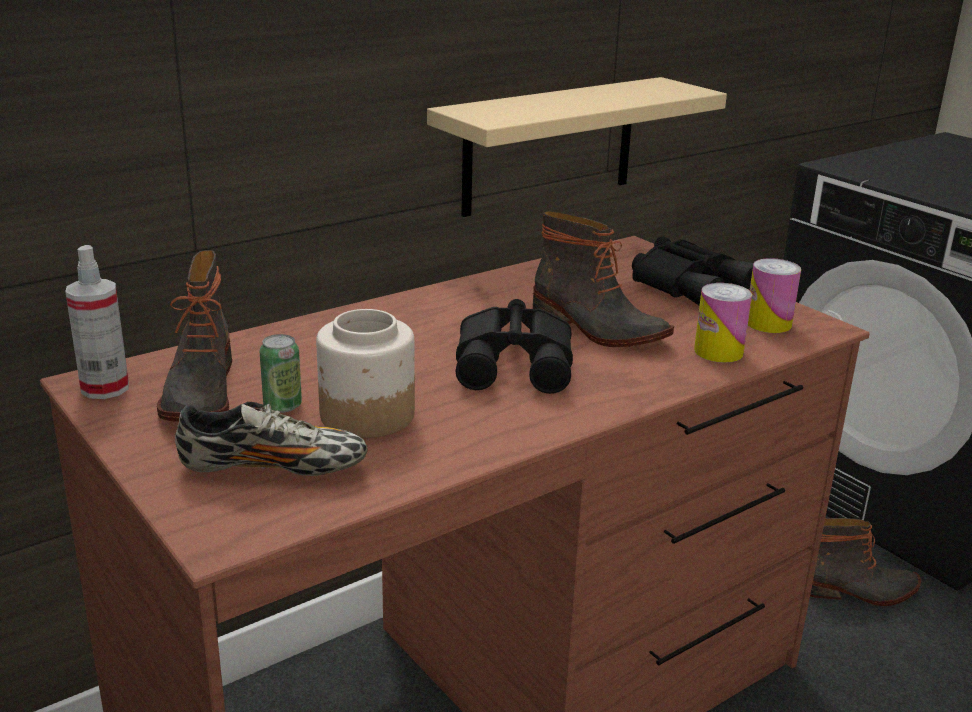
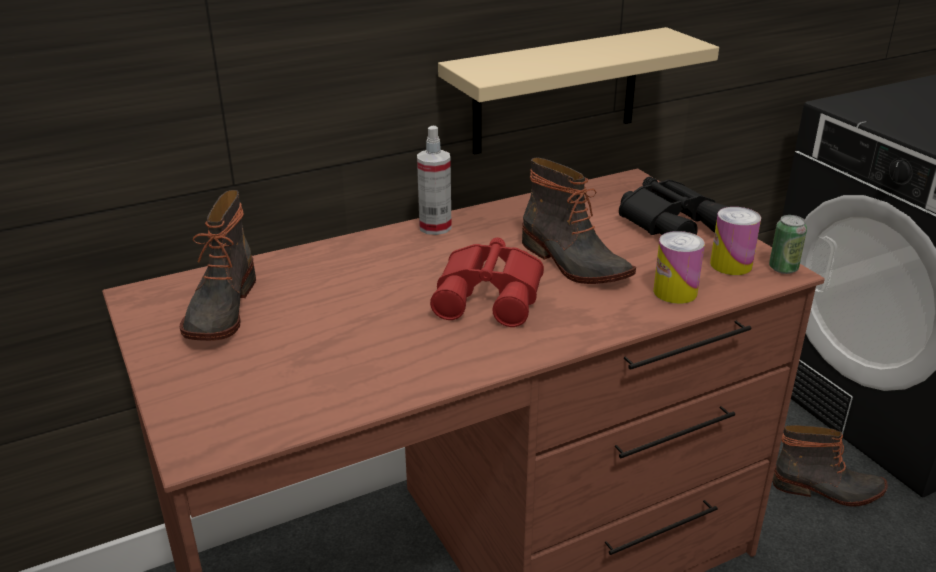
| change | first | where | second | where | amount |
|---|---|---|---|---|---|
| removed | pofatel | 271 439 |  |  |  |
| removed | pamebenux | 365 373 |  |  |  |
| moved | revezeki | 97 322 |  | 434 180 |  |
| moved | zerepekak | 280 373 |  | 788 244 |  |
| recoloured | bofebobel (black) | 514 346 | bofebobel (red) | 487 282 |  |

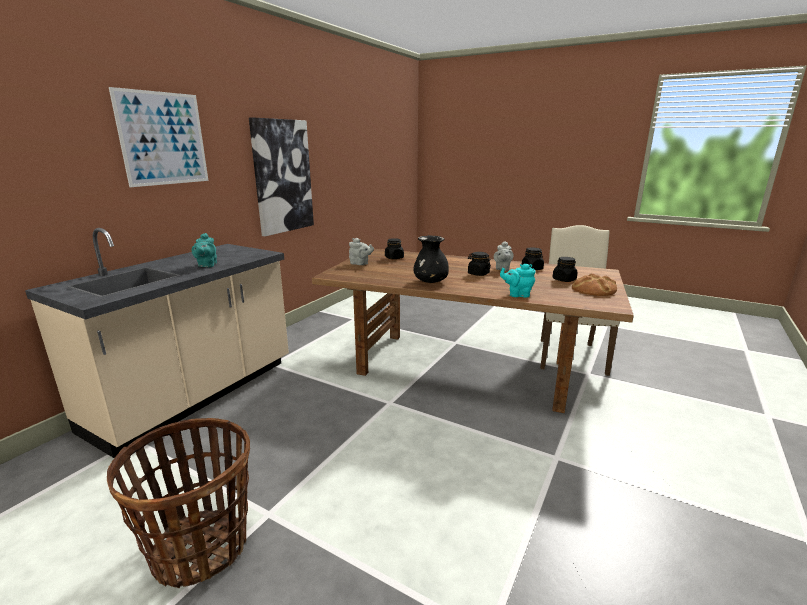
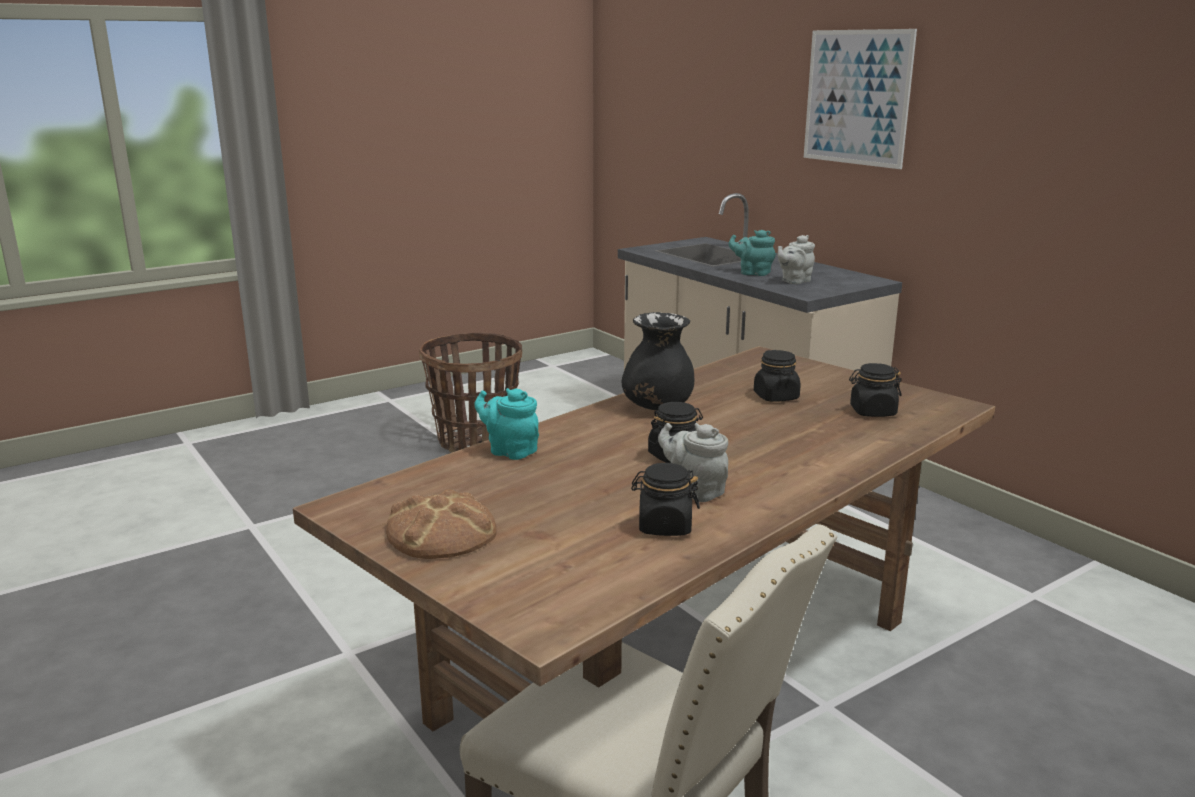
| change | first | where | second | where | amount |
|---|---|---|---|---|---|
| removed | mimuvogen | 281 176 |  |  |  |
| moved | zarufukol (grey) | 361 251 |  | 796 259 |  |
| moved | pamebenux (black) | 565 269 |  | 777 376 |  |
| turned | zarufukol (turquoise) | 518 281 |  | 506 424 | 90 degrees counterclockwise |

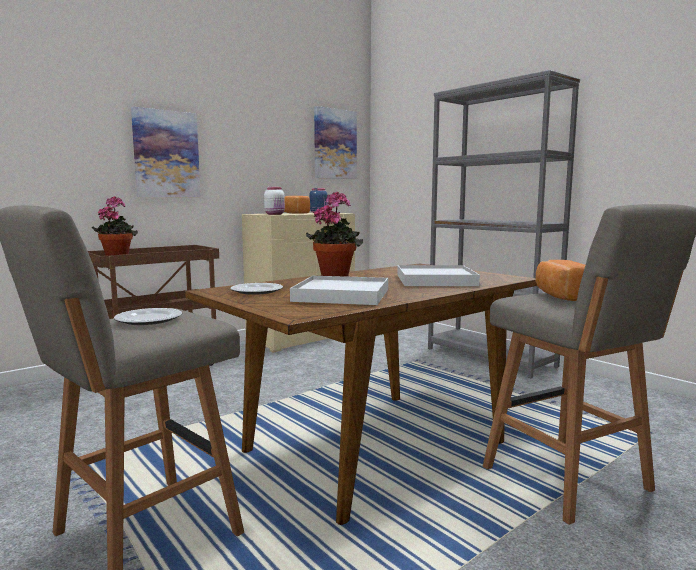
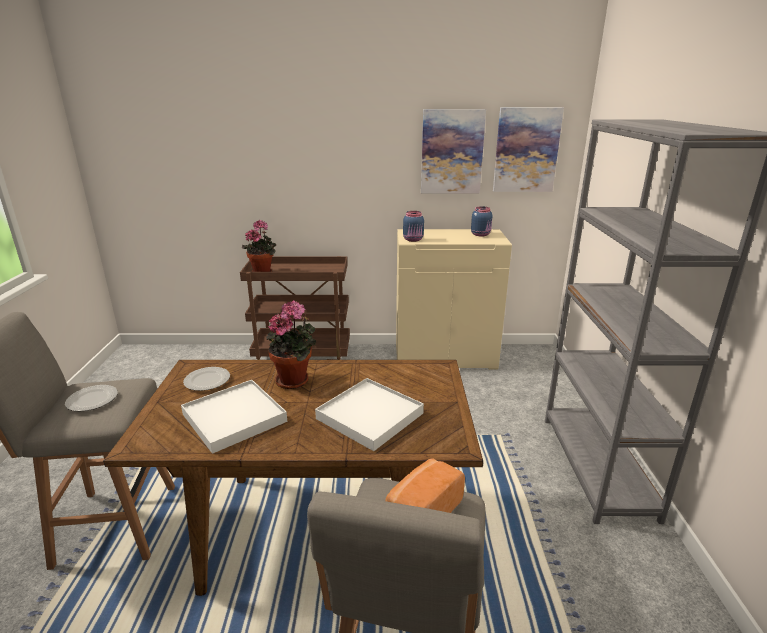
| change | first | where | second | where | amount |
|---|---|---|---|---|---|
| removed | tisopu | 297 205 |  |  |  |
| moved | mimuvogen | 166 152 |  | 453 151 |  |
| recoloured | pamebenux (white) | 274 201 | pamebenux (blue) | 413 226 |  |

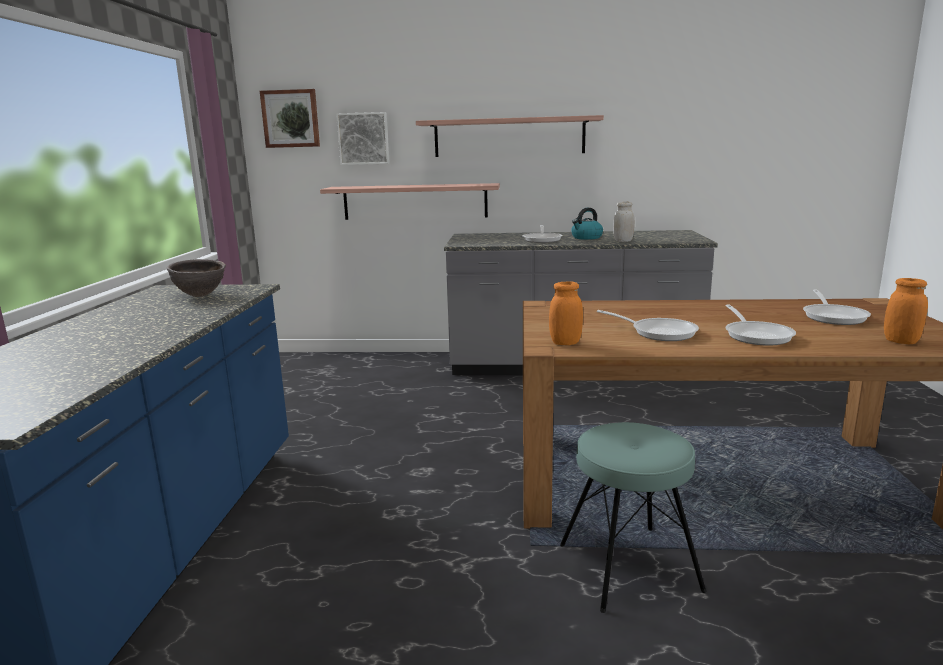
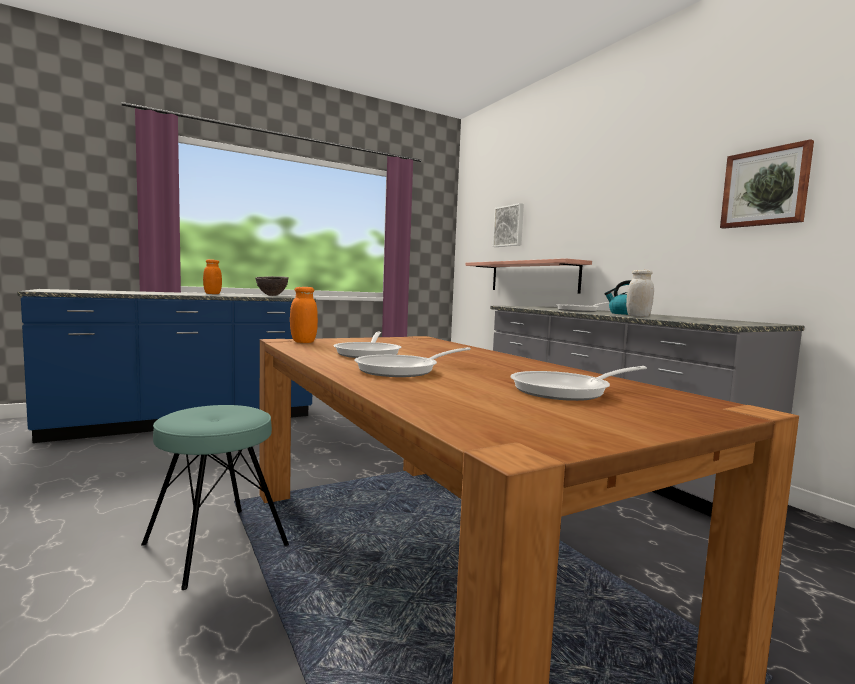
| change | first | where | second | where | amount |
|---|---|---|---|---|---|
| removed | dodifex | 510 136 |  |  |  |
| moved | mimuvogen | 290 118 |  | 767 184 |  |
| moved | pamebenux (orange) | 906 311 |  | 212 276 |  |

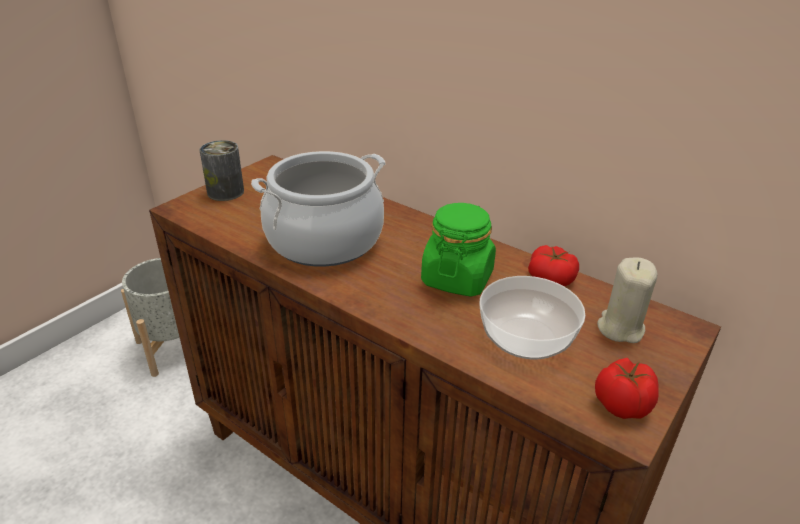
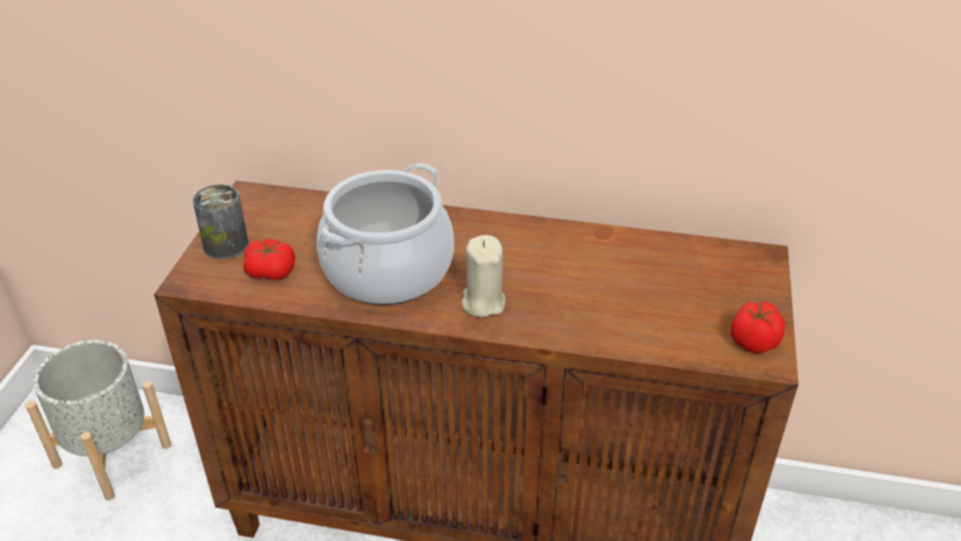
| change | first | where | second | where | amount |
|---|---|---|---|---|---|
| removed | pamebenux (green) | 458 250 |  |  |  |
| removed | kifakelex | 532 317 |  |  |  |
| moved | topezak | 553 265 |  | 269 259 |  |
| moved | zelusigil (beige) | 627 300 |  | 483 276 |  |

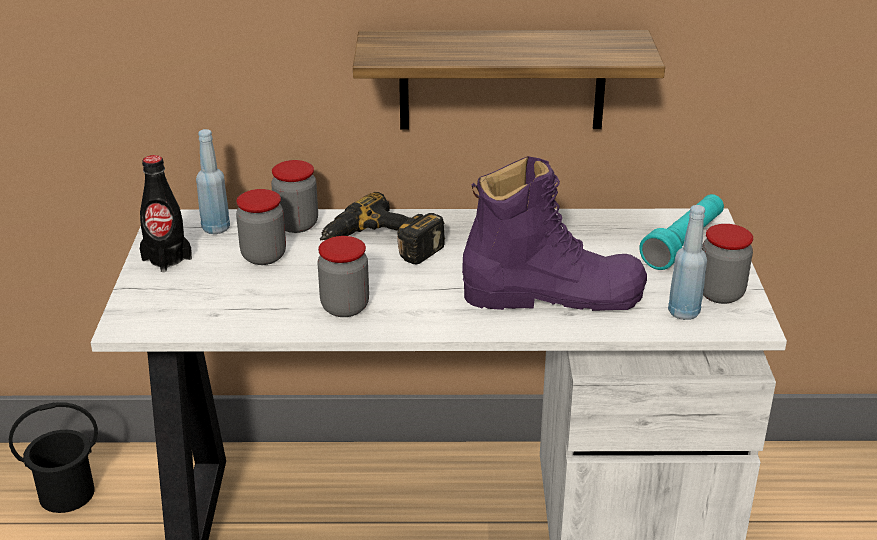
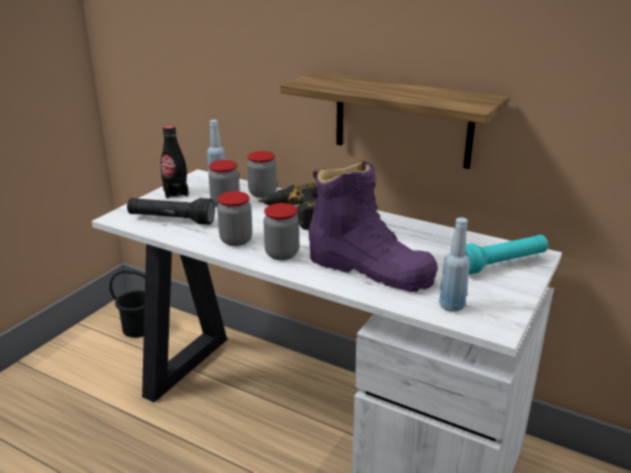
| change | first | where | second | where | amount |
|---|---|---|---|---|---|
| added |  |  | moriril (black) | 171 211 |  |
| moved | pamebenux | 727 264 |  | 281 231 |  |

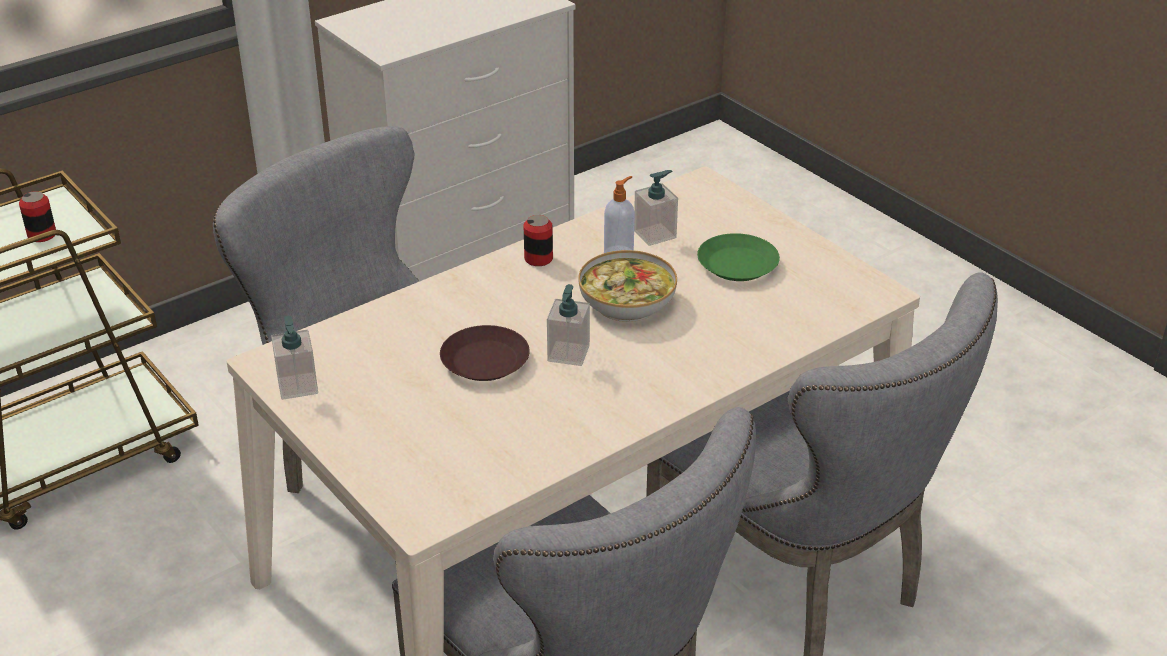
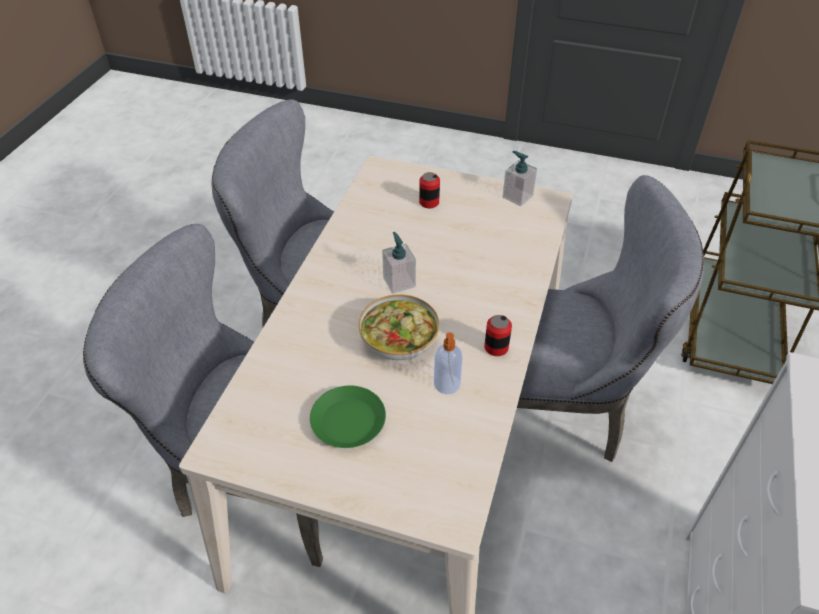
| change | first | where | second | where | amount |
|---|---|---|---|---|---|
| removed | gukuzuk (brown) | 485 353 |  |  |  |
| removed | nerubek | 656 208 |  |  |  |
| moved | zerepekak | 37 216 |  | 429 190 |  |

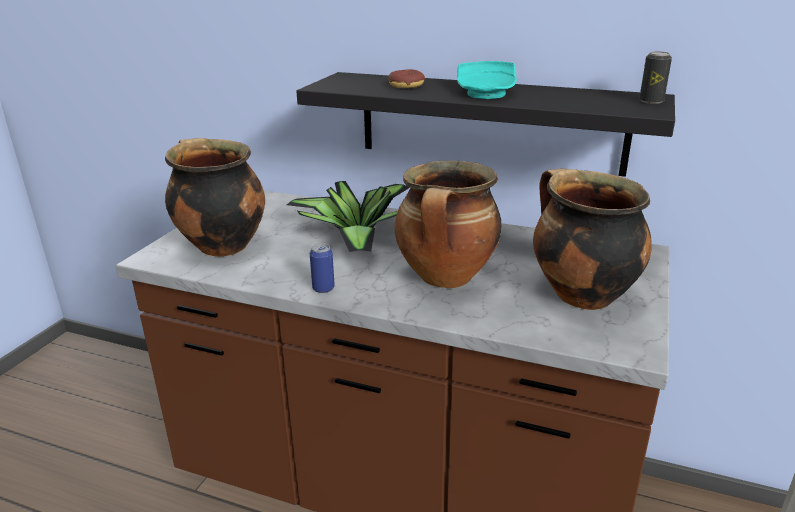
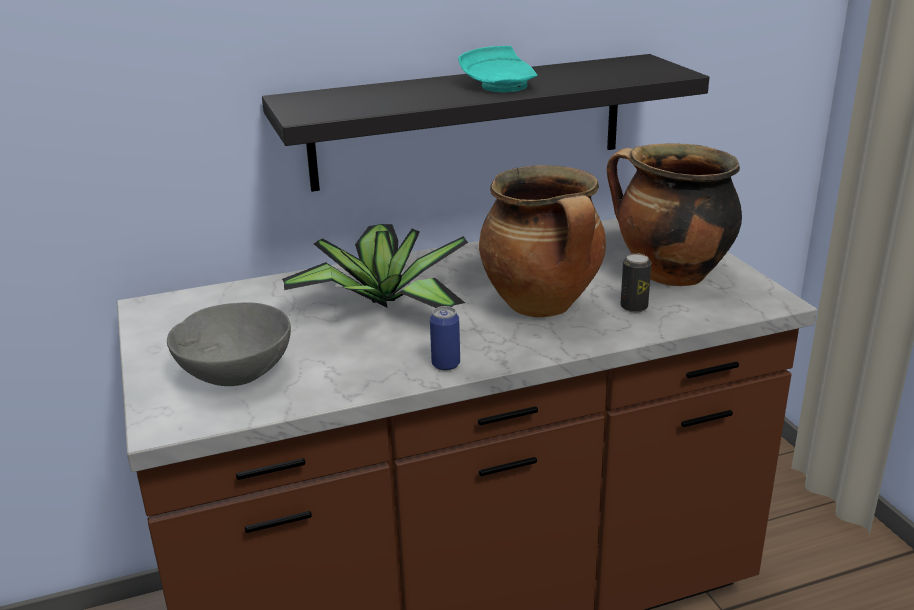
| change | first | where | second | where | amount |
|---|---|---|---|---|---|
| removed | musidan | 406 78 |  |  |  |
| moved | zerepekak | 655 77 |  | 635 282 |  |
| replaced | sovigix | 215 197 | kifakelex (grey) | 229 344 |  |

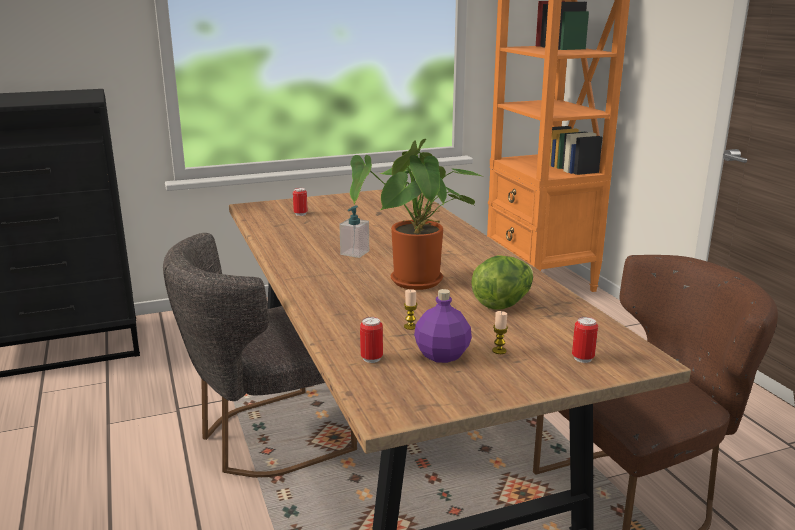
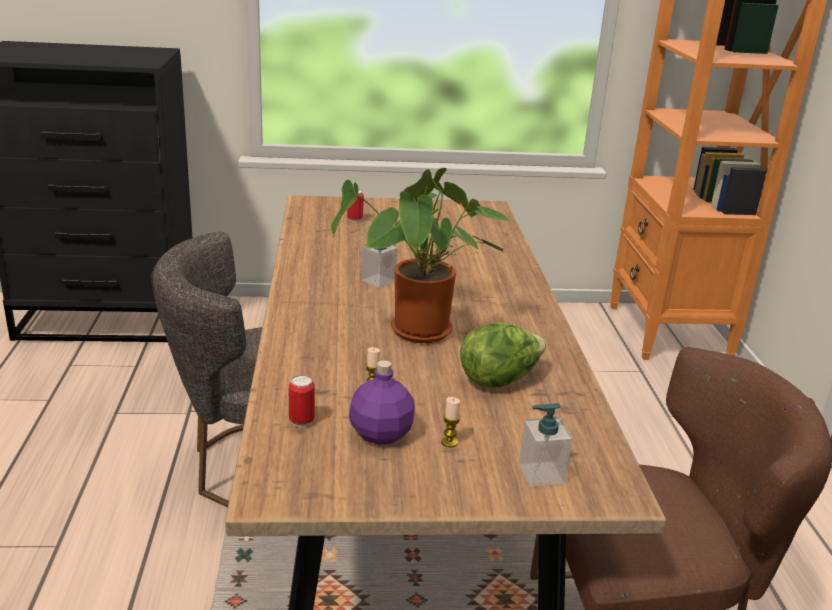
| change | first | where | second | where | amount |
|---|---|---|---|---|---|
| replaced | zerepekak | 585 340 | nerubek | 545 445 |  |

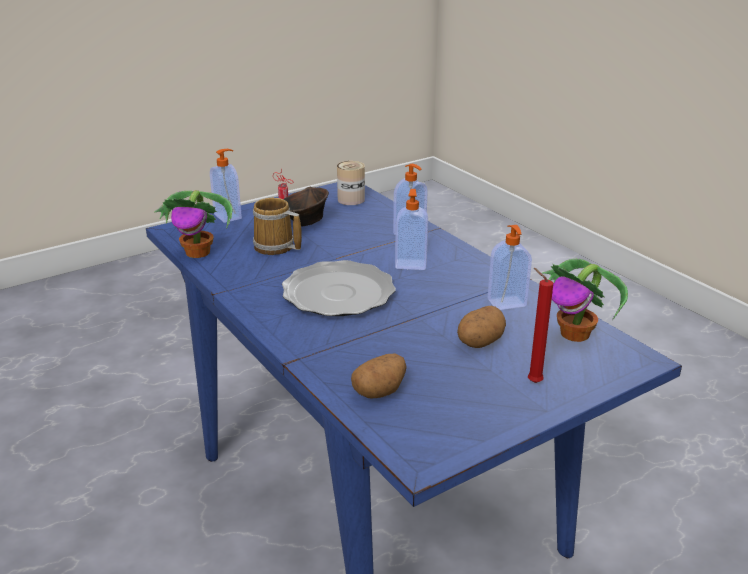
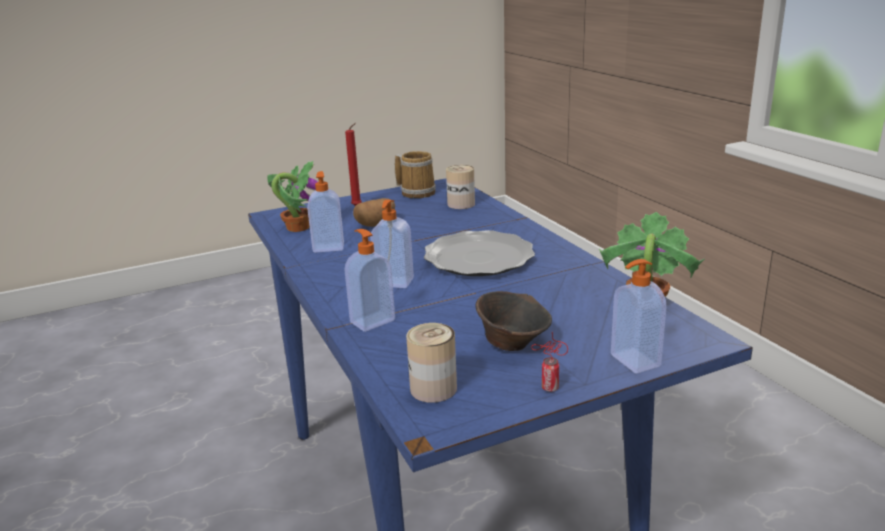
| change | first | where | second | where | amount |
|---|---|---|---|---|---|
| moved | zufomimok | 277 226 |  | 415 174 |  |
| replaced | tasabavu | 379 376 | zerepekak | 460 187 |  |

